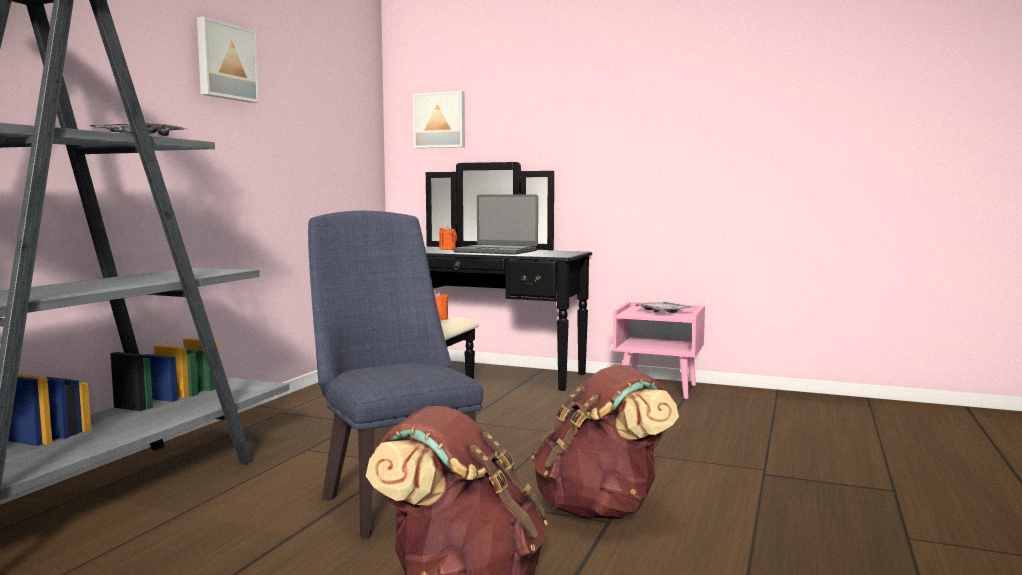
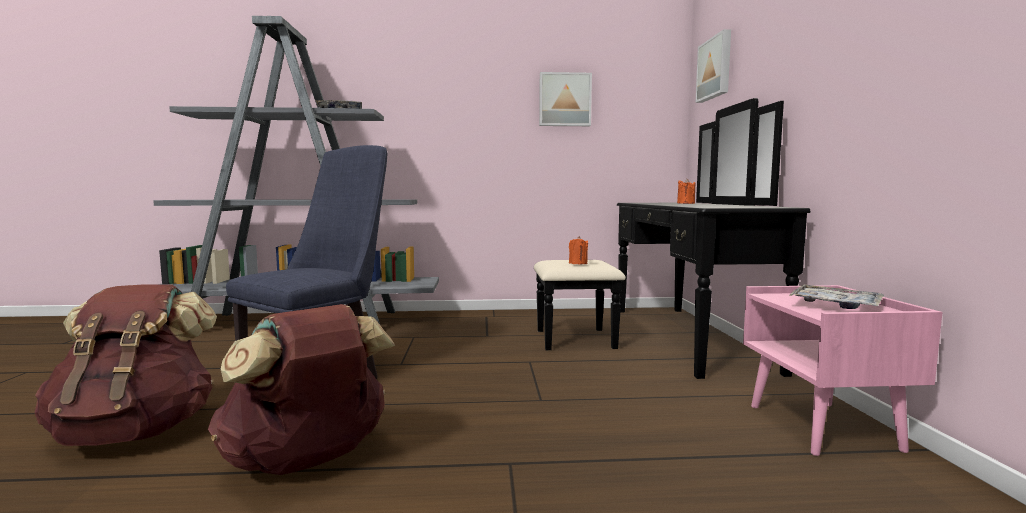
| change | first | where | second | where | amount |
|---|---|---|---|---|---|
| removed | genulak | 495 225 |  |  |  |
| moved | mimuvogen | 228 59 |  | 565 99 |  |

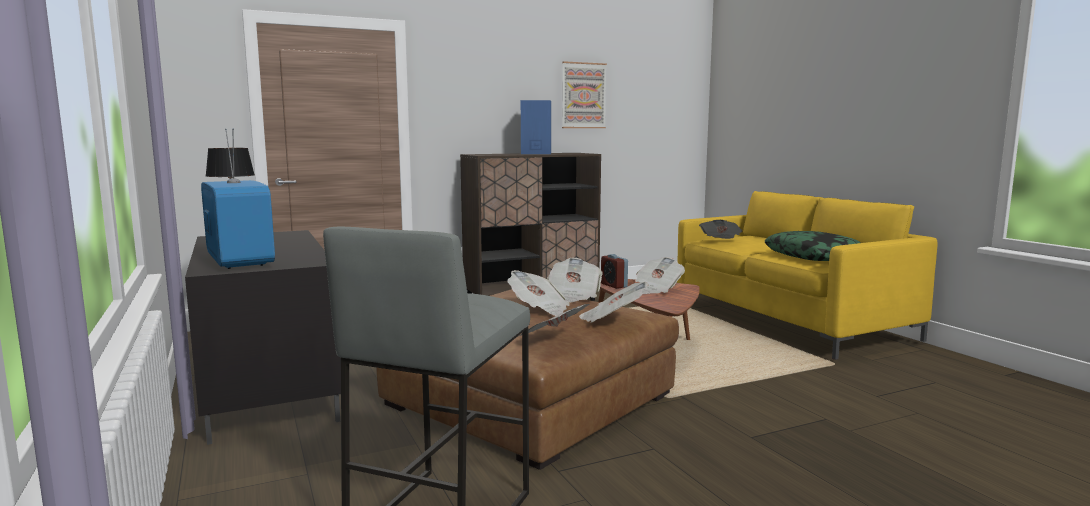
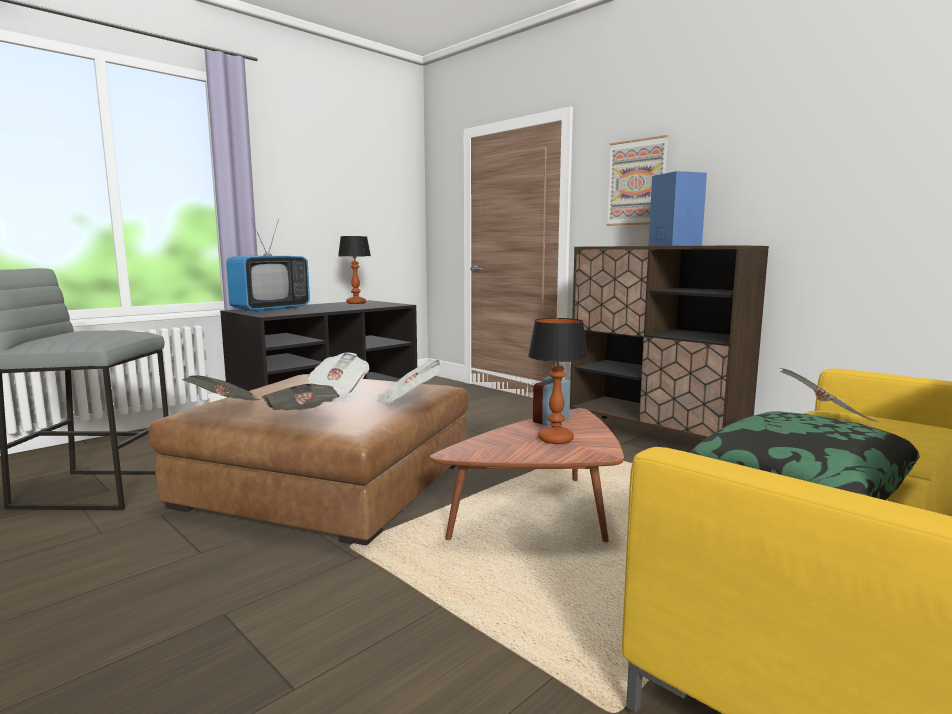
| change | first | where | second | where | amount |
|---|---|---|---|---|---|
| moved | mimuvogen | 584 94 |  | 637 180 |  |
| replaced | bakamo | 660 275 | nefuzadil | 558 381 |  |

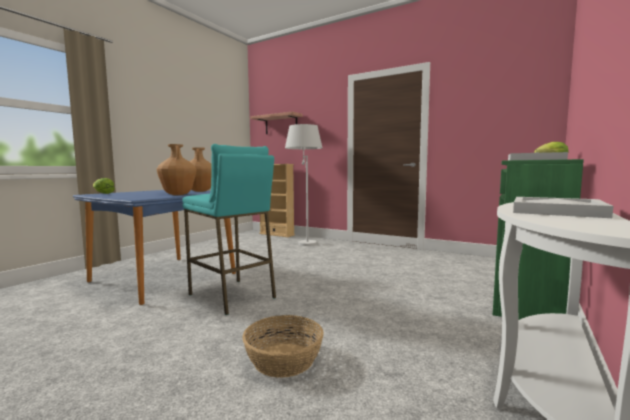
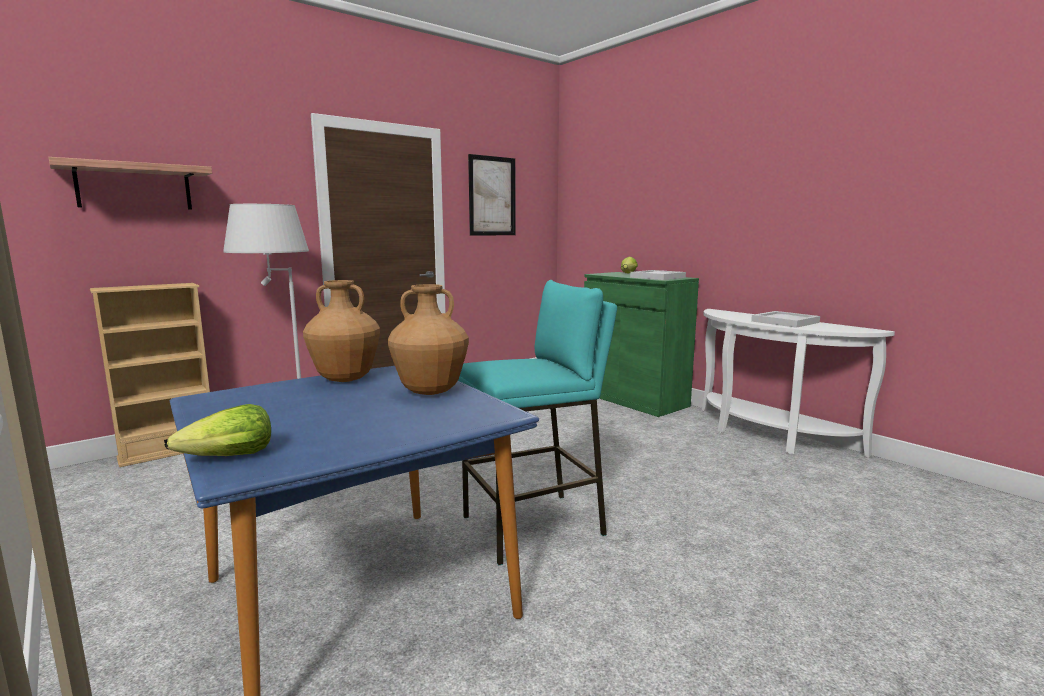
| change | first | where | second | where | amount |
|---|---|---|---|---|---|
| removed | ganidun | 283 346 |  |  |  |
| added |  |  | mimuvogen | 492 195 |  |

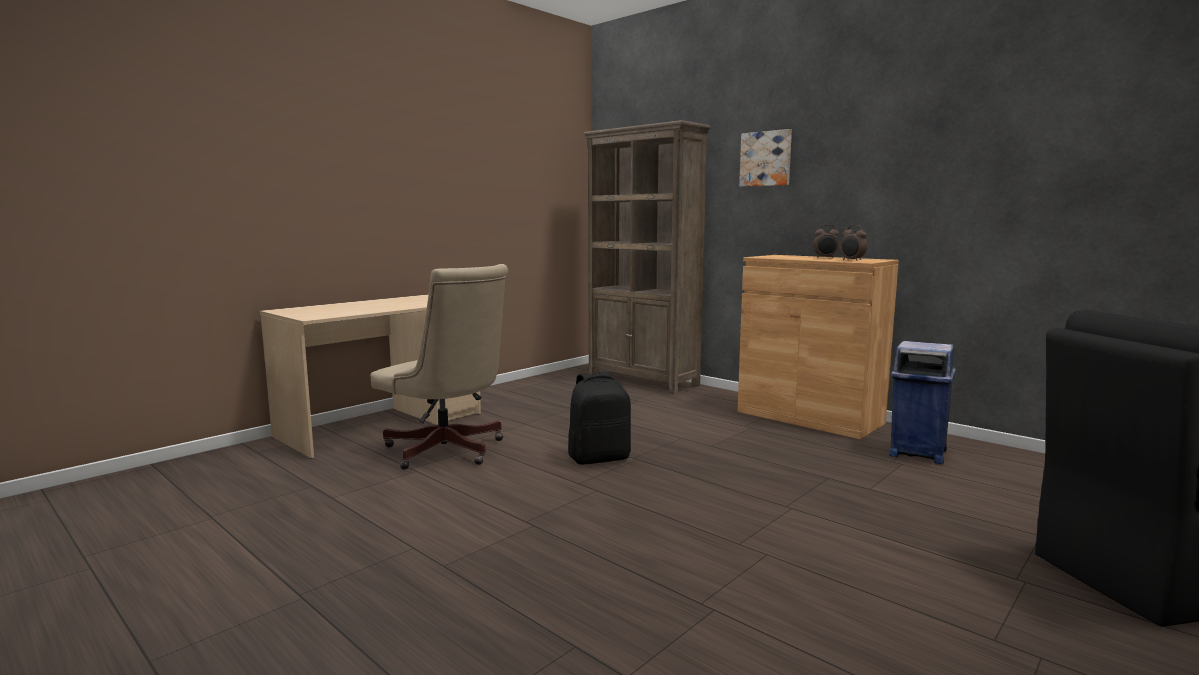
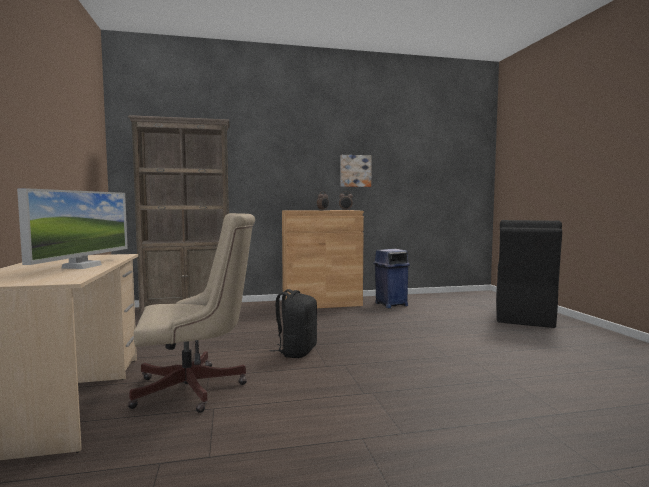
| change | first | where | second | where | amount |
|---|---|---|---|---|---|
| added |  |  | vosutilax | 72 228 |  |
| moved | mimuvogen | 765 158 |  | 356 171 |  |

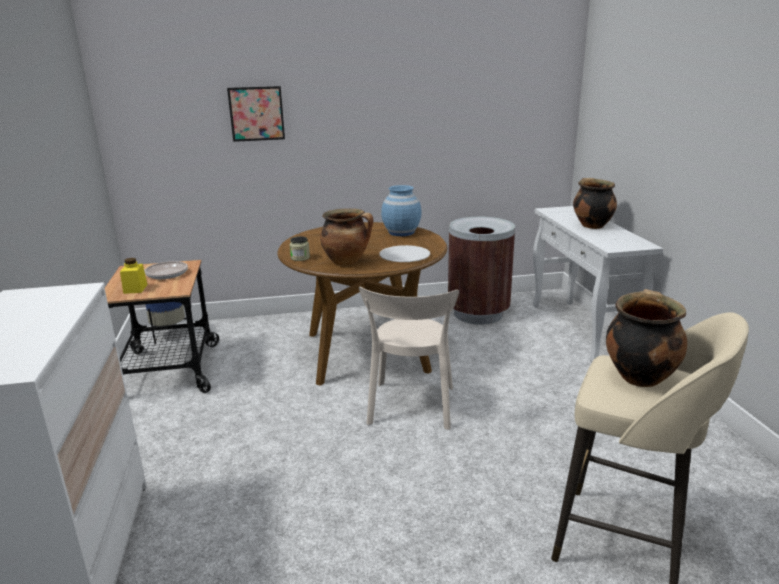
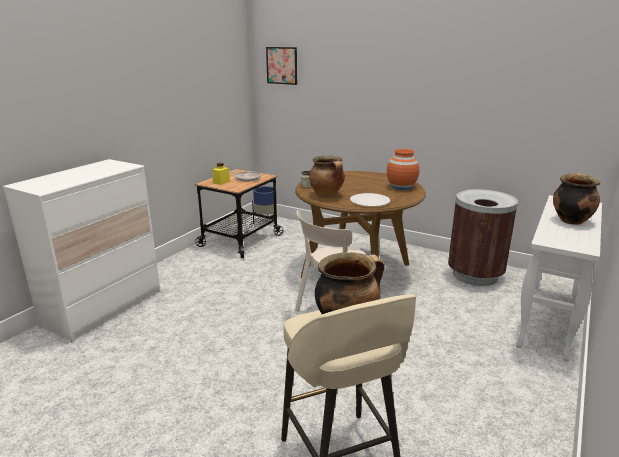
| change | first | where | second | where | amount |
|---|---|---|---|---|---|
| moved | mimuvogen | 256 114 |  | 281 66 |  |
| recoloured | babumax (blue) | 401 210 | babumax (orange) | 403 169 |  |

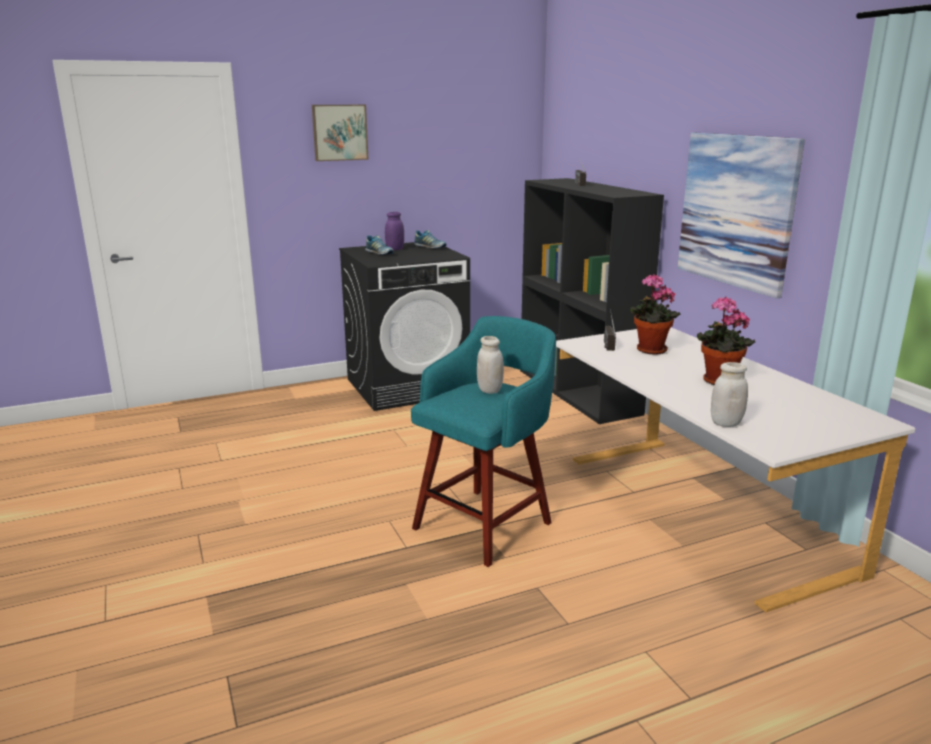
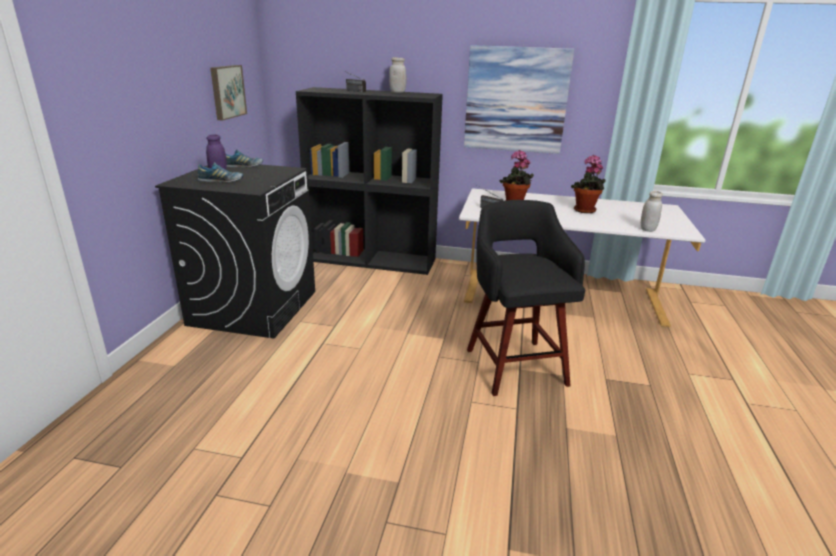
| change | first | where | second | where | amount |
|---|---|---|---|---|---|
| moved | mimuvogen | 340 133 |  | 228 92 |  |
| moved | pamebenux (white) | 490 365 |  | 398 75 |  |
| recoloured | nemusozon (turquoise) | 483 441 | nemusozon (black) | 526 298 |  |

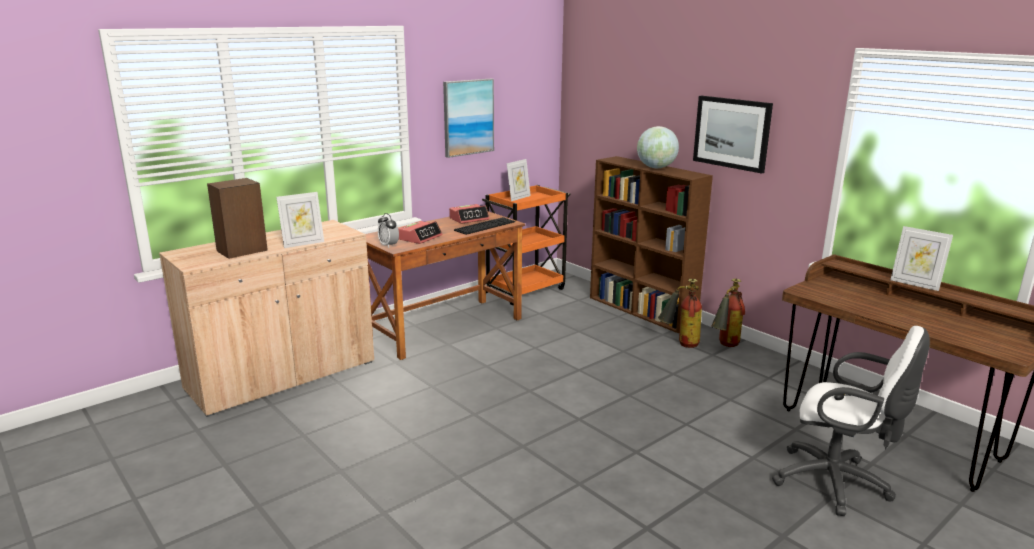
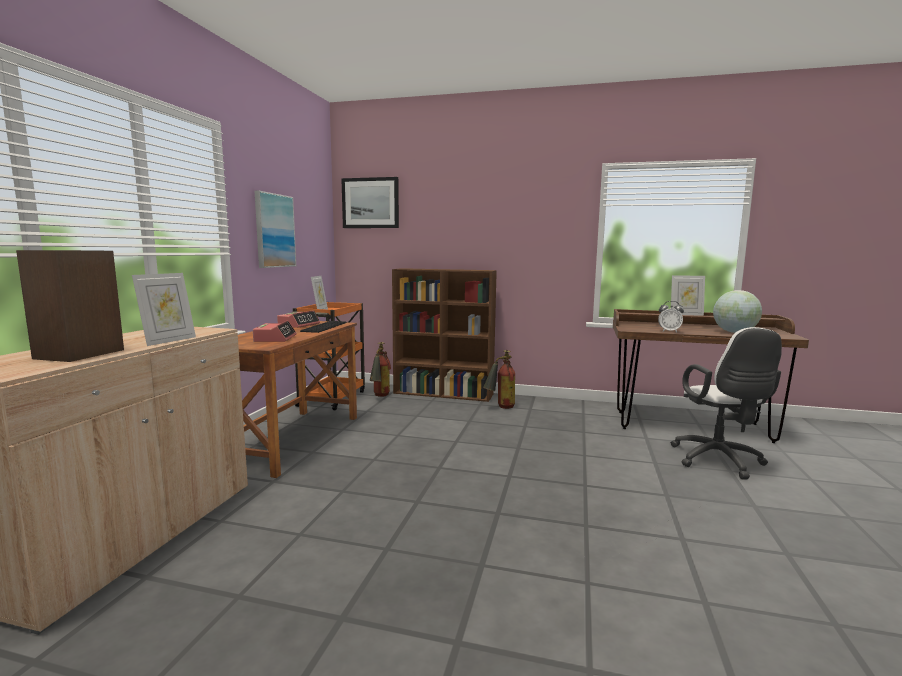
| change | first | where | second | where | amount |
|---|---|---|---|---|---|
| moved | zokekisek | 388 230 |  | 671 316 |  |
| moved | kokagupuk | 658 147 |  | 737 311 |  |
| moved | mimuvogen | 733 135 |  | 370 202 |  |
| moved | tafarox | 728 312 |  | 380 369 |  |
| turned | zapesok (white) | 851 421 |  | 726 403 | 90 degrees clockwise |

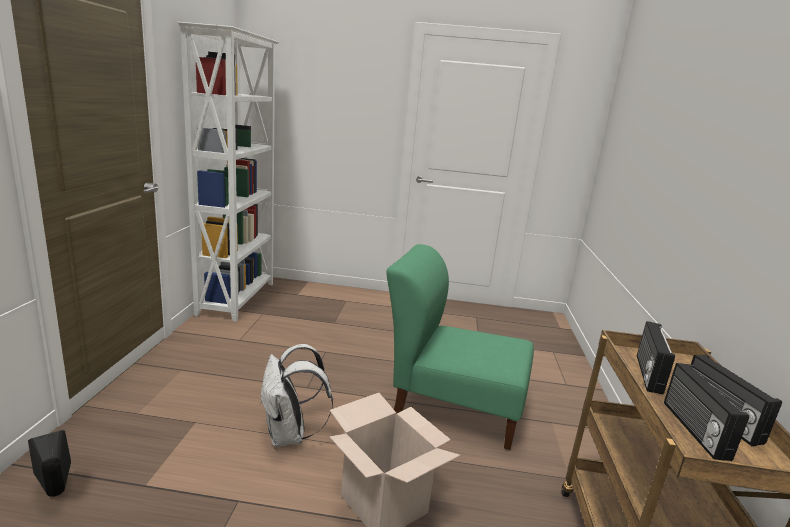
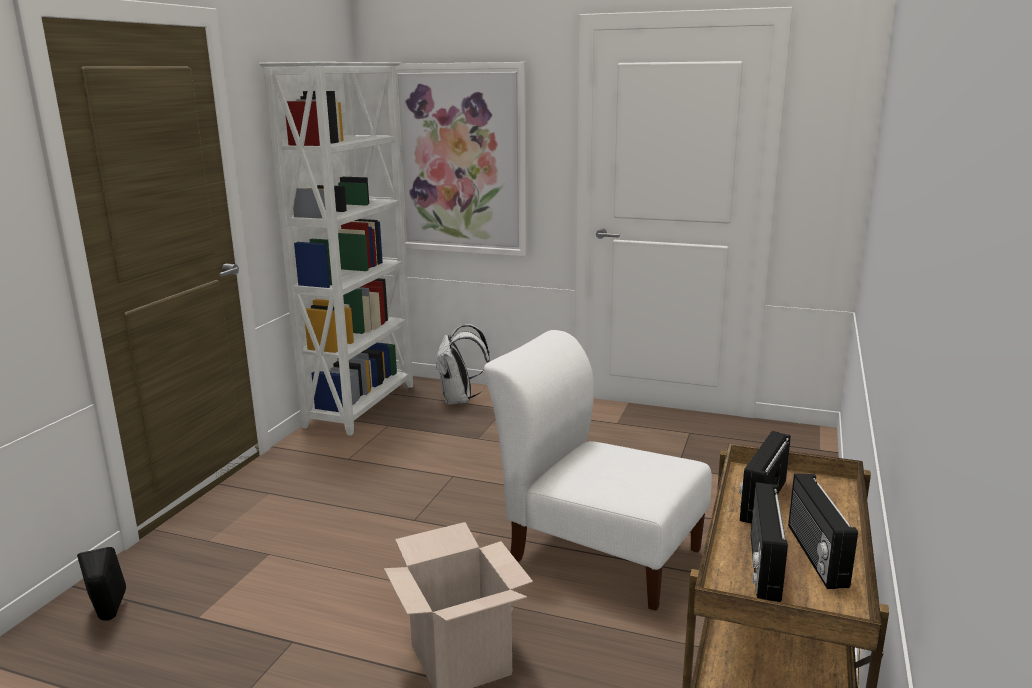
| change | first | where | second | where | amount |
|---|---|---|---|---|---|
| added |  |  | mimuvogen | 461 159 |  |
| moved | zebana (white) | 296 395 |  | 462 364 |  |
| recoloured | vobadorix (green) | 460 347 | vobadorix (white) | 598 470 |  |

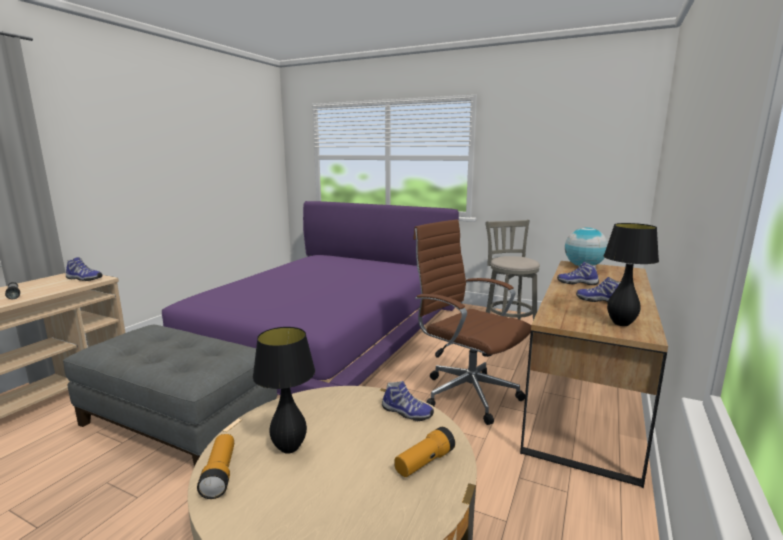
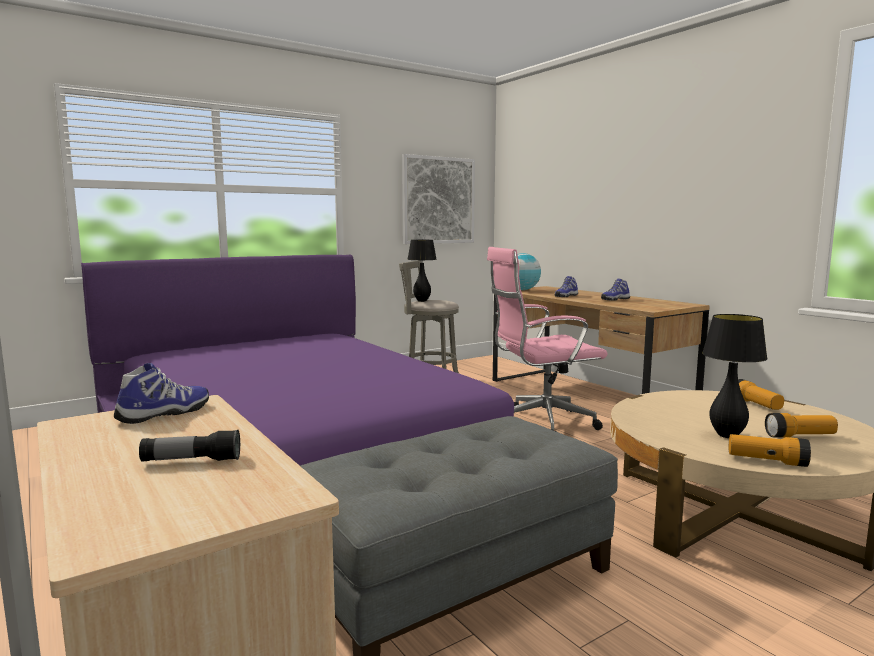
| change | first | where | second | where | amount |
|---|---|---|---|---|---|
| removed | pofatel | 408 401 |  |  |  |
| added |  |  | mimuvogen | 438 199 |  |
| added |  |  | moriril | 801 425 |  |
| moved | nefuzadil (black) | 631 274 |  | 422 271 |  |
| recoloured | zapesok (brown) | 472 322 | zapesok (pink) | 547 339 |  |

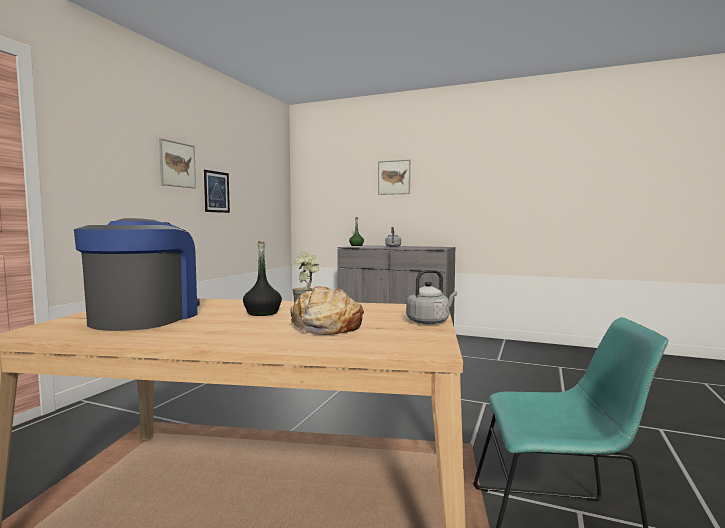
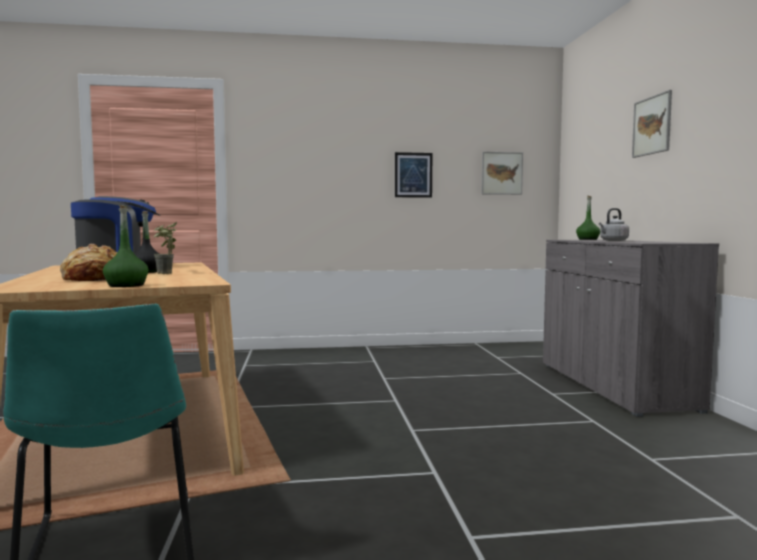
| change | first | where | second | where | amount |
|---|---|---|---|---|---|
| moved | mimuvogen | 177 163 |  | 502 173 |  |
| replaced | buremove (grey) | 431 297 | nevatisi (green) | 125 246 |  |

